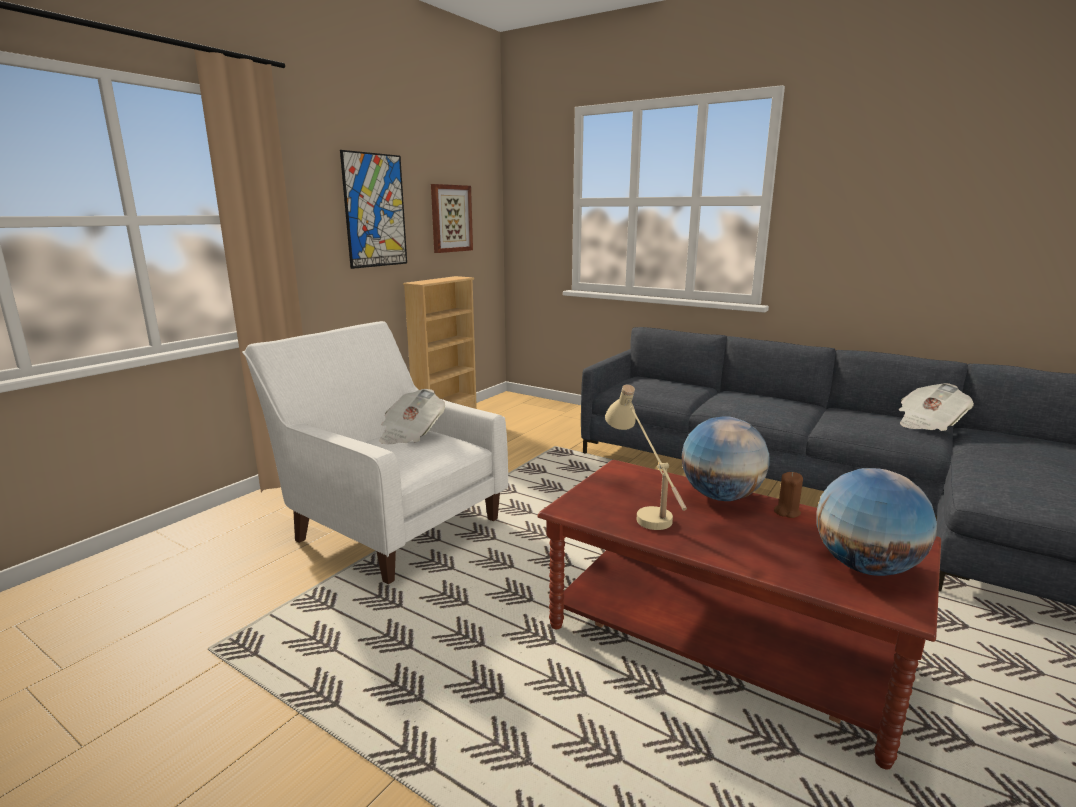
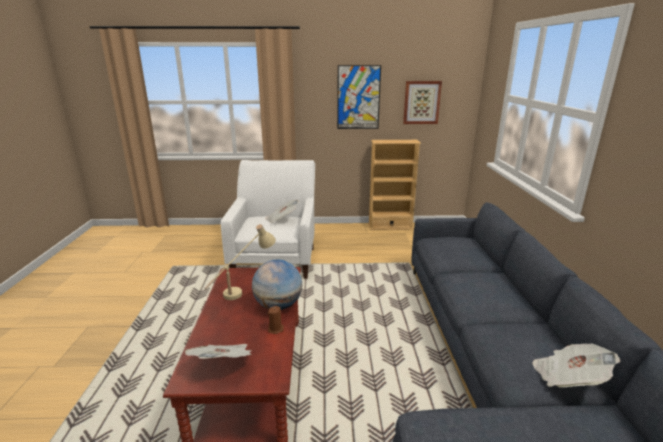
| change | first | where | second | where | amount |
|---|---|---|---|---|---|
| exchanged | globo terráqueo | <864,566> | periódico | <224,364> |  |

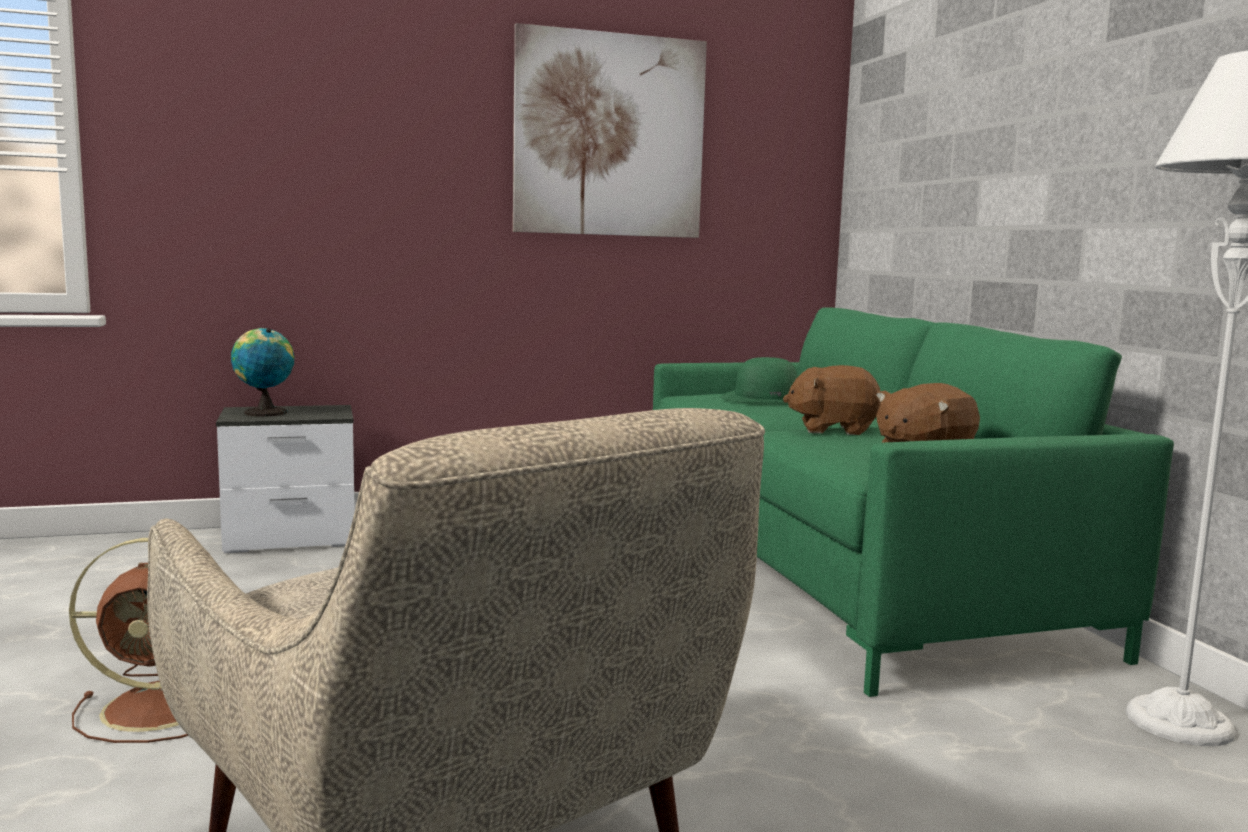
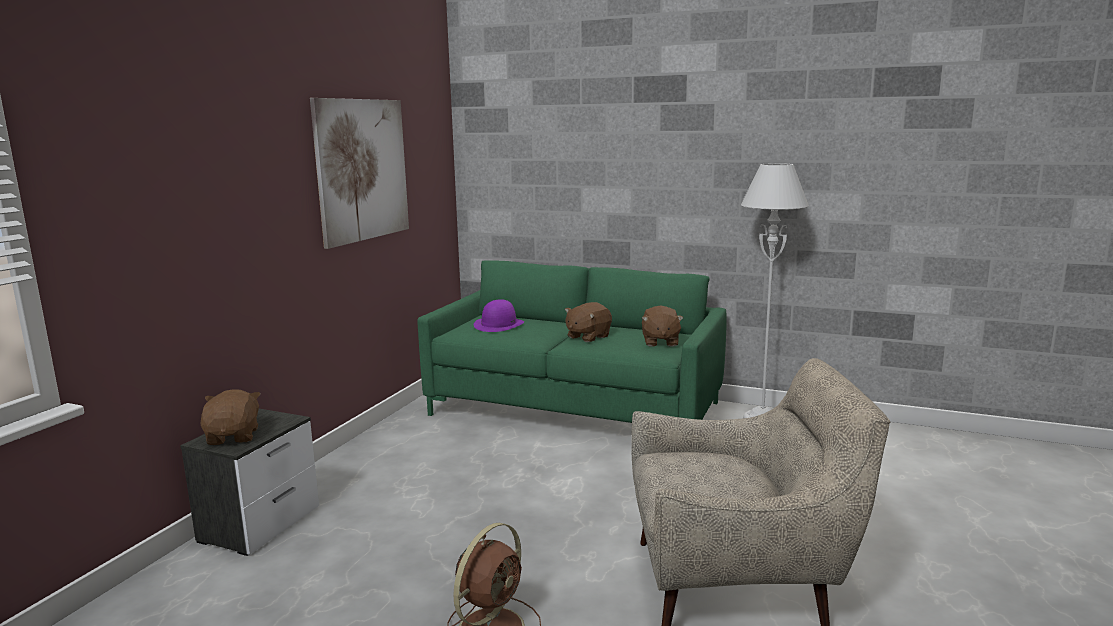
| change | first | where | second | where | amount |
|---|---|---|---|---|---|
| exchanged | globo terráqueo | <263,412> | peluche/marrón | <234,437> |  |
| colour | sombrero/verde | <766,399> | sombrero/morado | <499,324> |  |

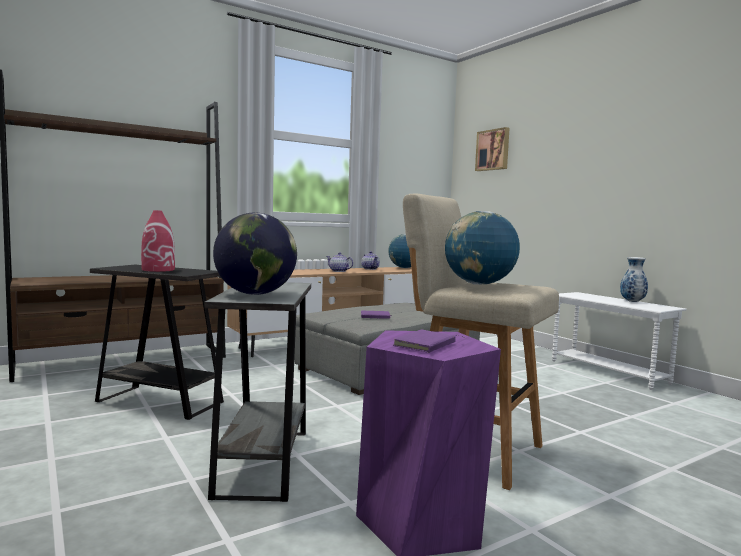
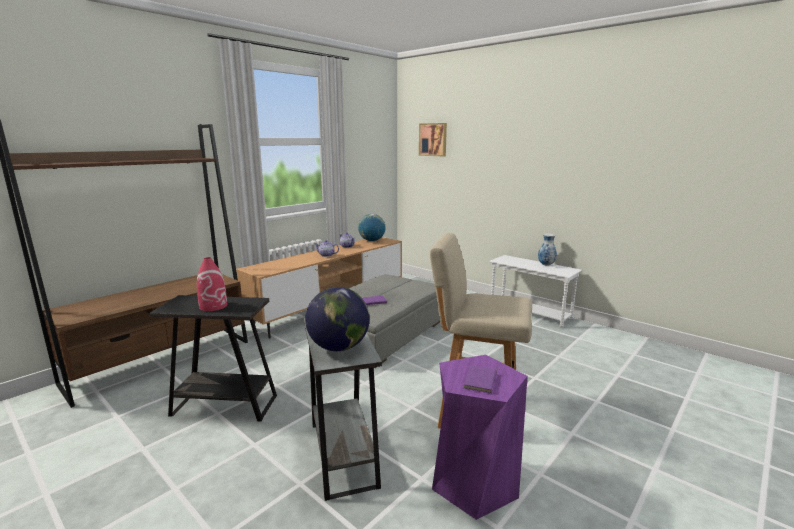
| change | first | where | second | where | amount |
|---|---|---|---|---|---|
| missing | globo terráqueo | <479,284> |  |  |  |

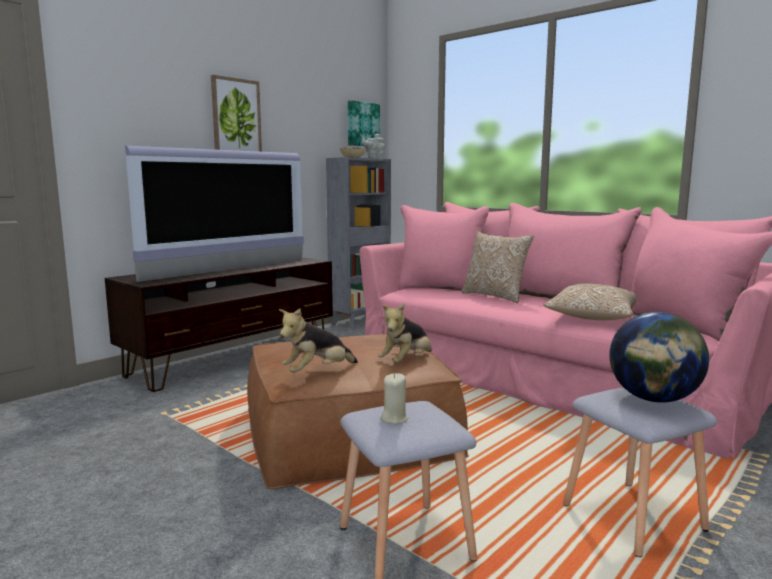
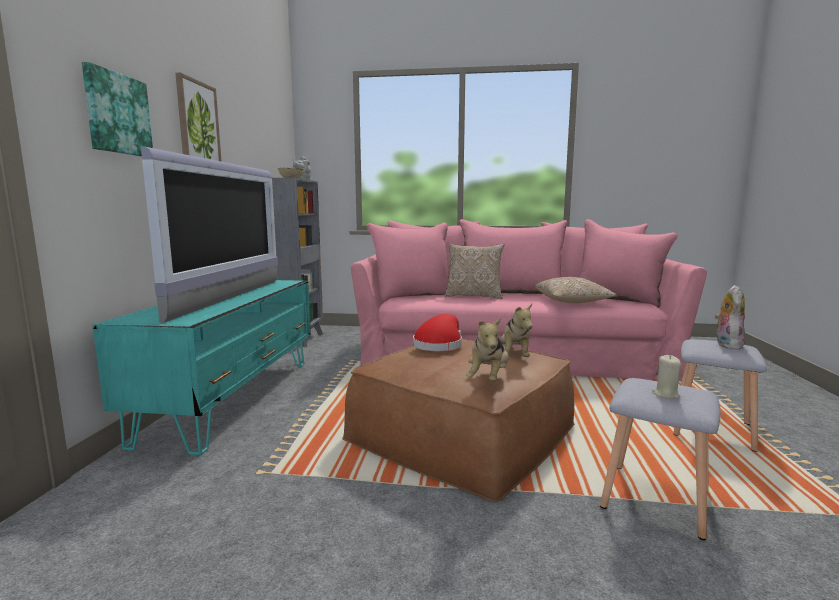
| change | first | where | second | where | amount |
|---|---|---|---|---|---|
| relocated | cuadro | <362,124> |  | <117,114> |  |
| colour | mueble de televisión/marrón | <234,359> | mueble de televisión/turquesa | <234,397> |  |
| appeared |  |  | sombrero/rojo | <439,345> |  |
| exchanged | globo terráqueo | <654,399> | peluche | <726,345> |  |

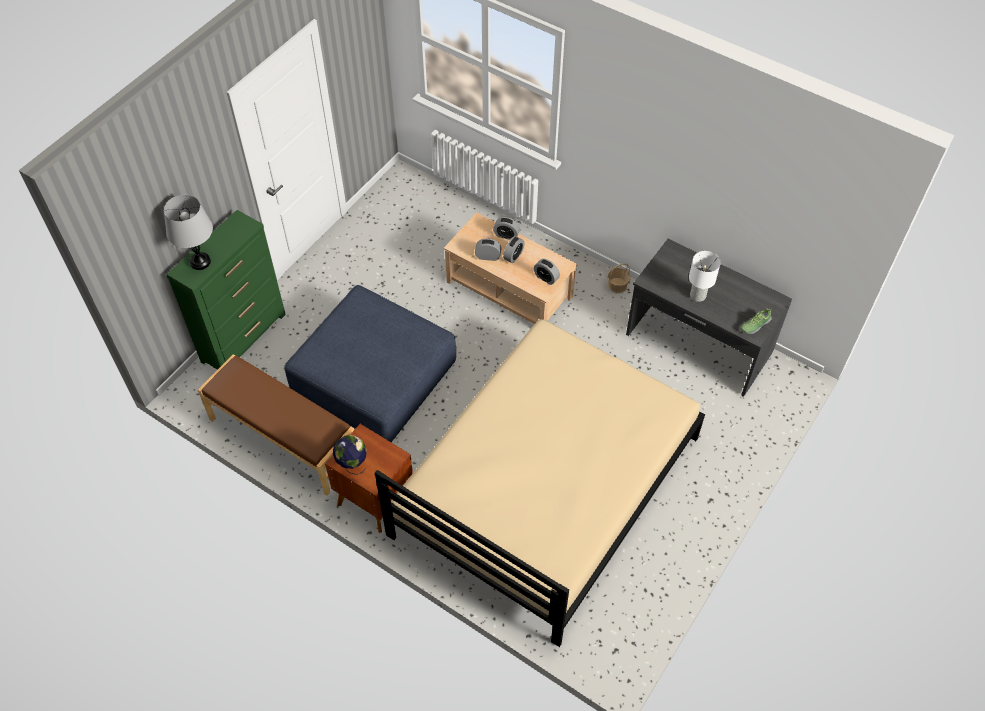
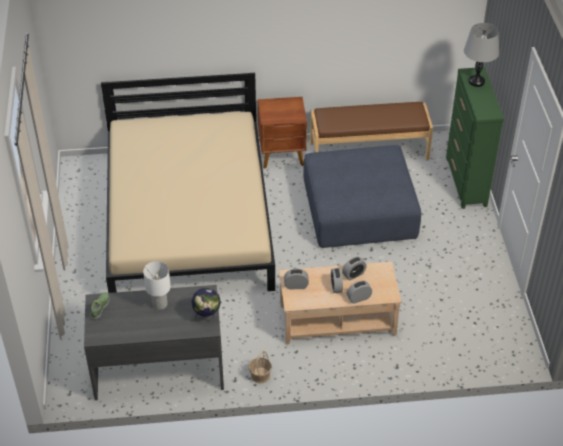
| change | first | where | second | where | amount |
|---|---|---|---|---|---|
| relocated | globo terráqueo | <352,464> |  | <207,316> |  |

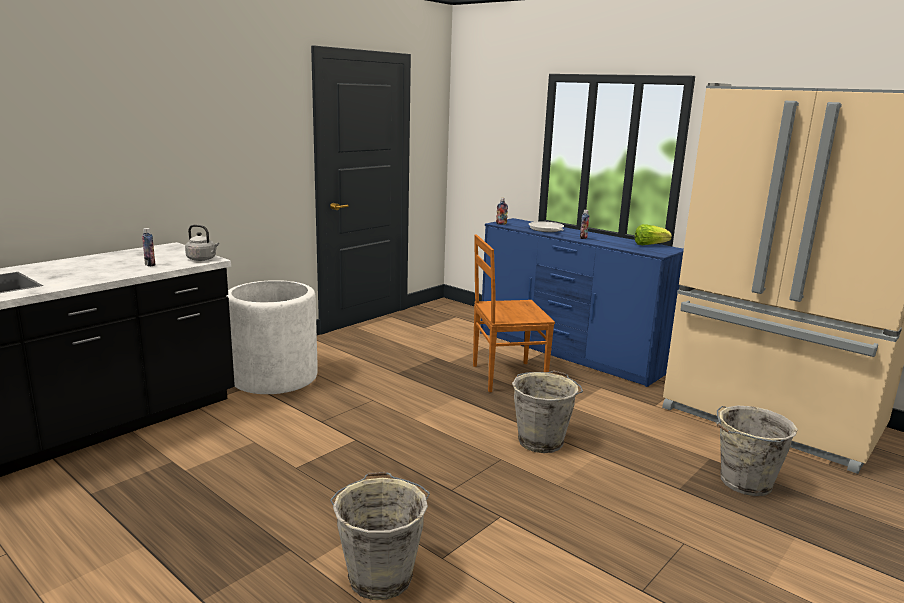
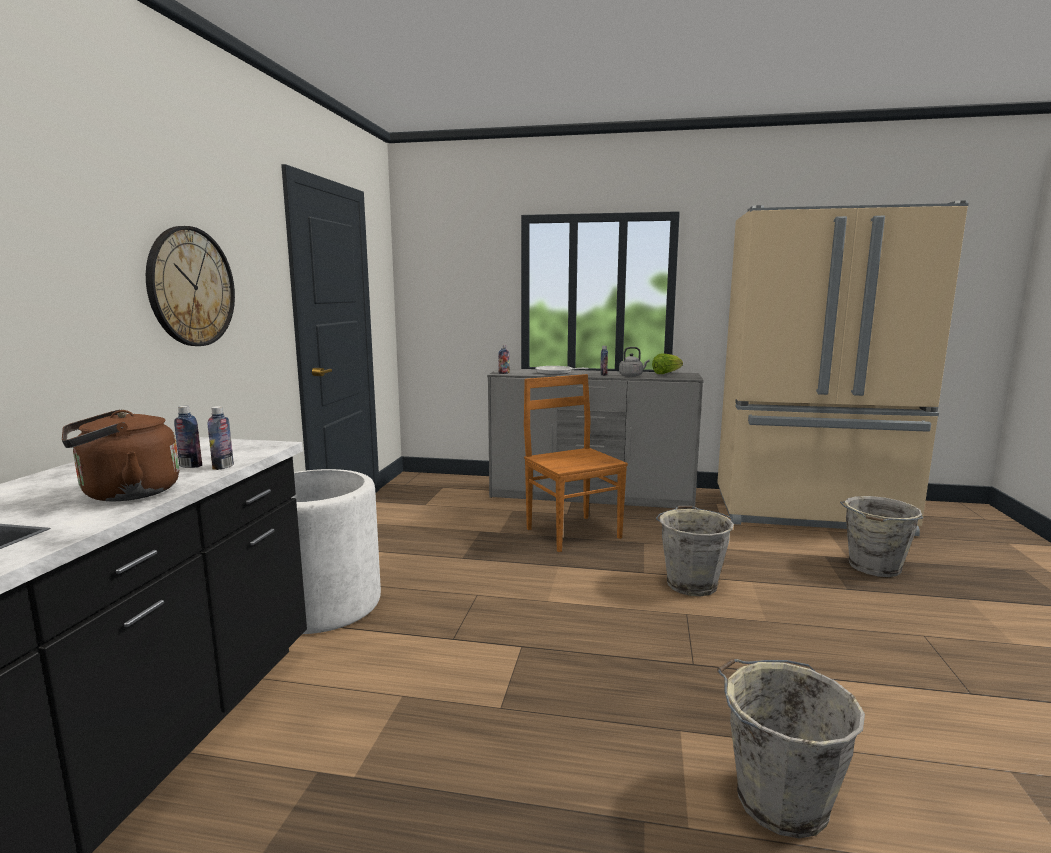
| change | first | where | second | where | amount |
|---|---|---|---|---|---|
| appeared |  |  | hervidor/marrón | <125,494> |  |
| appeared |  |  | reloj de pared | <191,287> |  |
| appeared |  |  | botella | <223,466> |  |
| colour | cómoda/azul | <569,352> | cómoda/gris | <591,496> |  |
| spun | silla/marrón | <505,376> |  | <572,532> | 105 degrees clockwise |
| relocated | hervidor/gris | <203,259> |  | <632,376> |  |

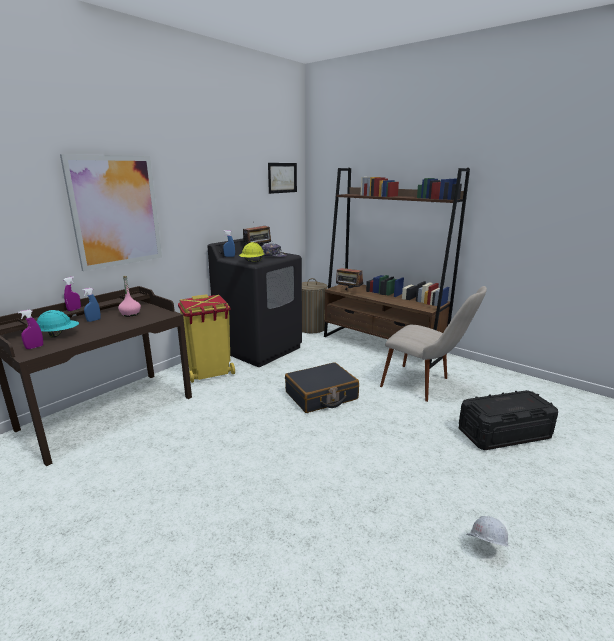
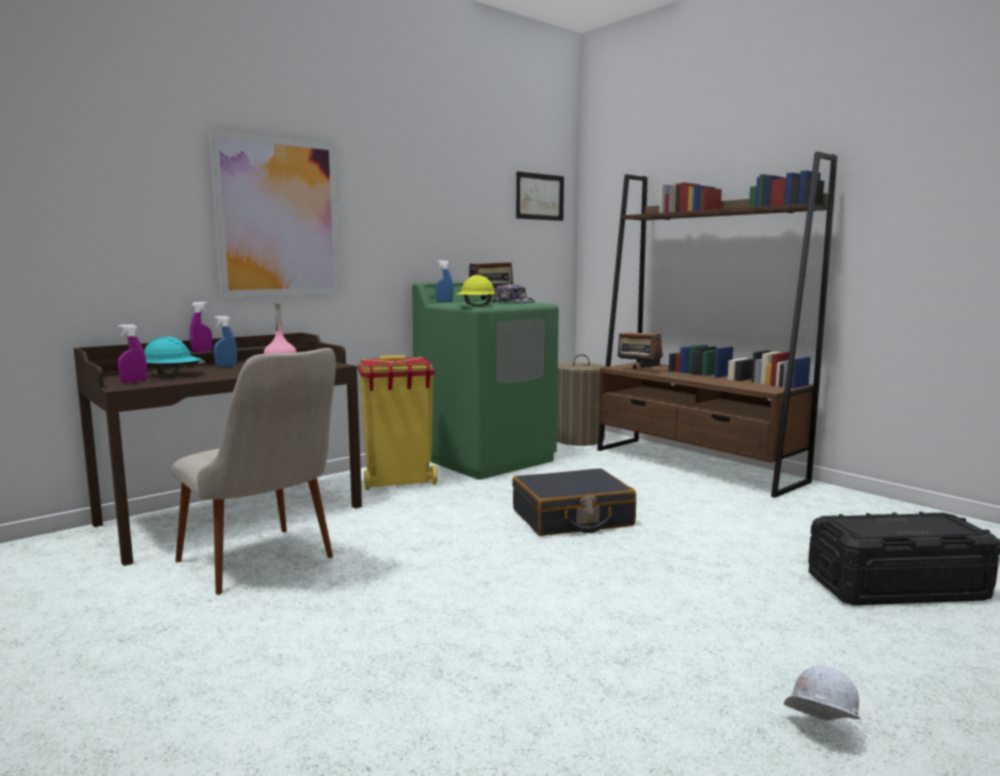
| change | first | where | second | where | amount |
|---|---|---|---|---|---|
| relocated | silla/beis | <426,385> |  | <267,567> |  |
| colour | lavadora/negro | <259,348> | lavadora/verde | <486,458> |  |

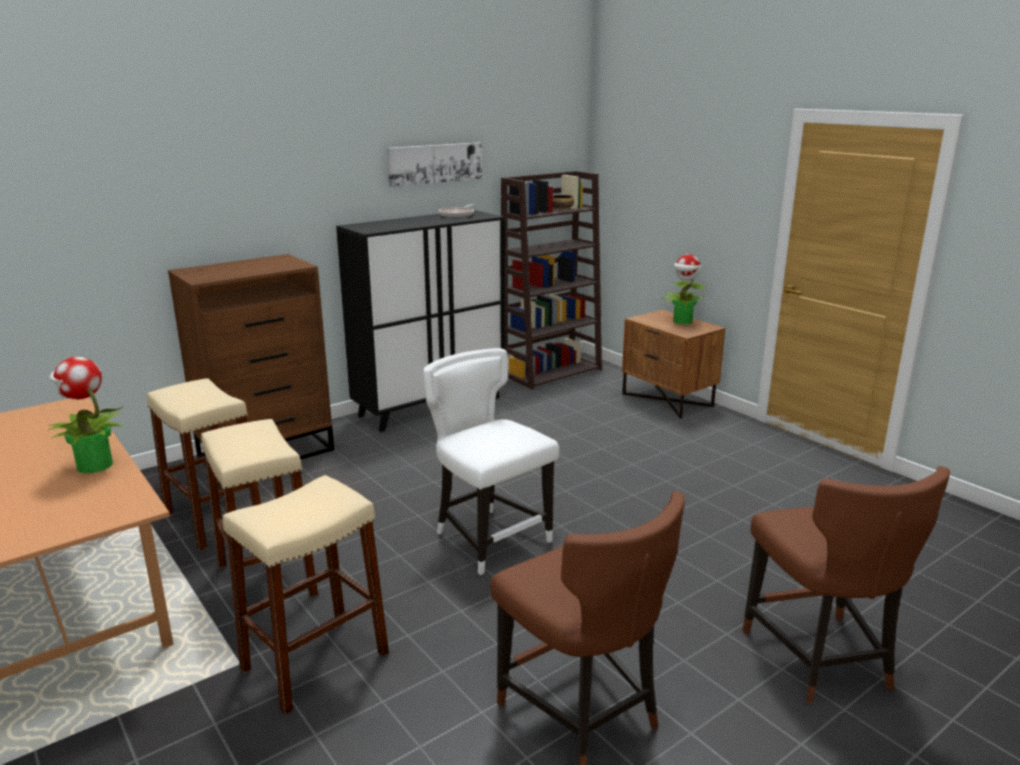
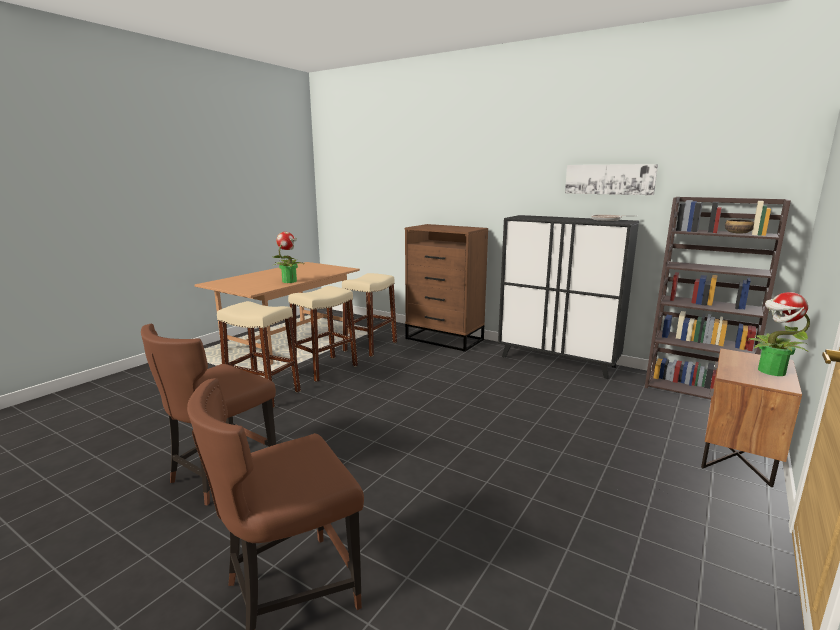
| change | first | where | second | where | amount |
|---|---|---|---|---|---|
| missing | silla/blanco | <489,538> |  |  |  |

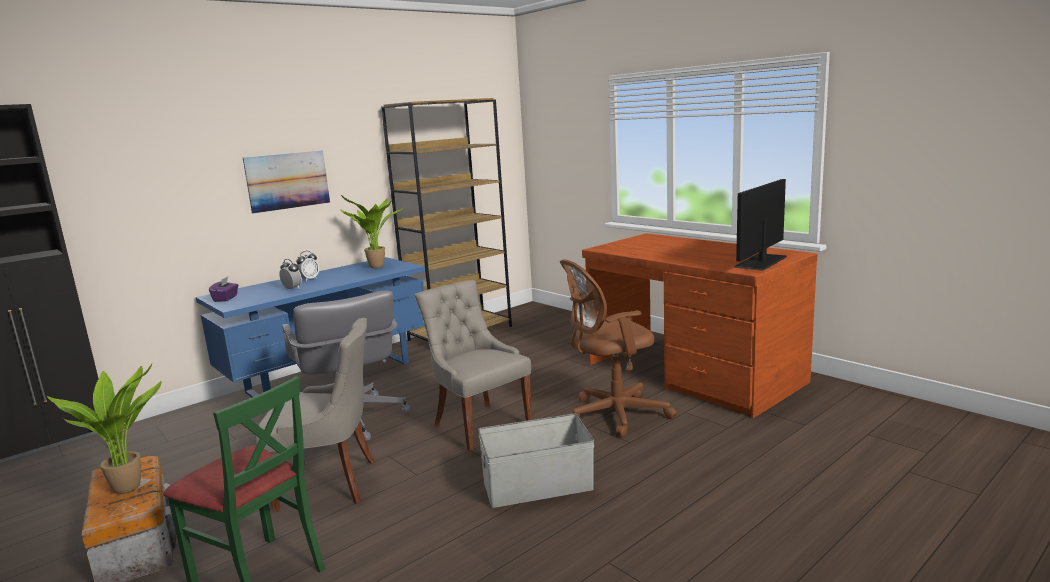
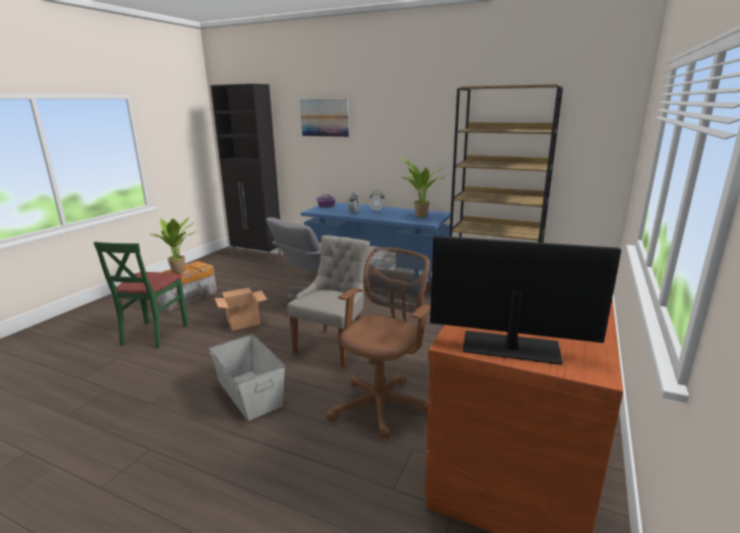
| change | first | where | second | where | amount |
|---|---|---|---|---|---|
| exchanged | silla/gris | <330,483> | caja de cartón | <243,322> |  |
| relocated | cuadro | <287,181> |  | <324,118> |  |
| spun | silla de oficina/marrón | <613,415> |  | <381,404> | 75 degrees clockwise |

